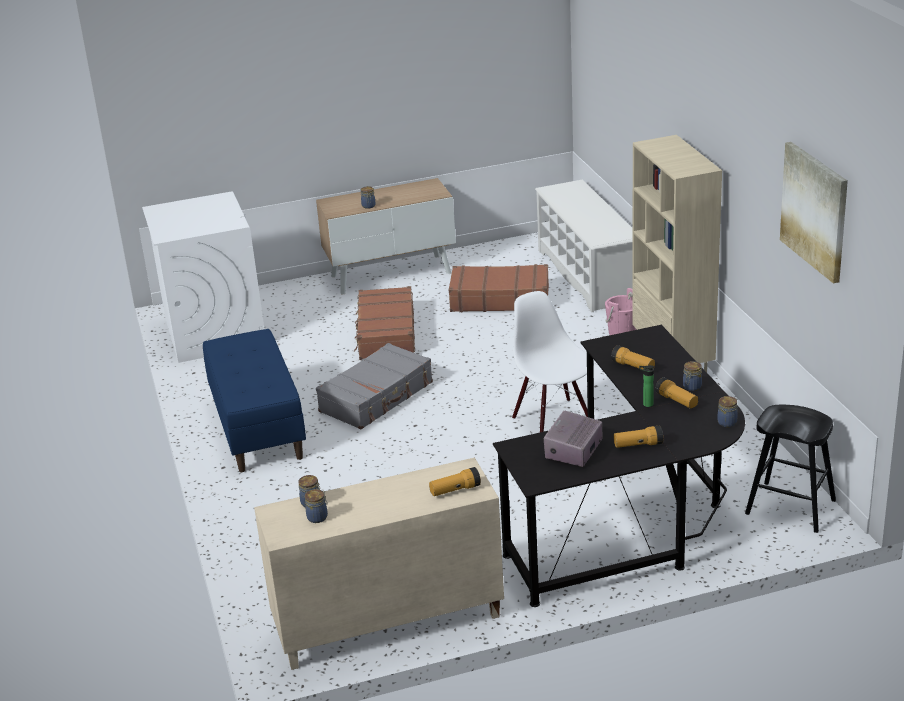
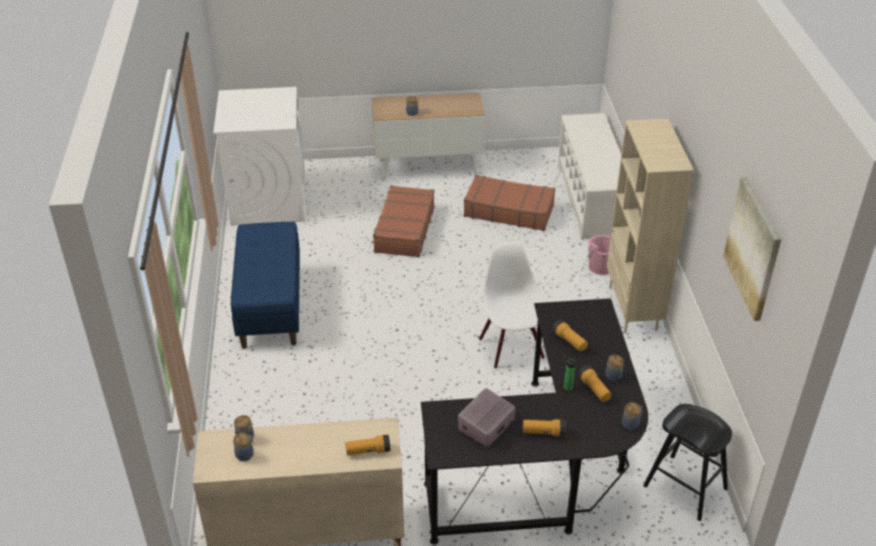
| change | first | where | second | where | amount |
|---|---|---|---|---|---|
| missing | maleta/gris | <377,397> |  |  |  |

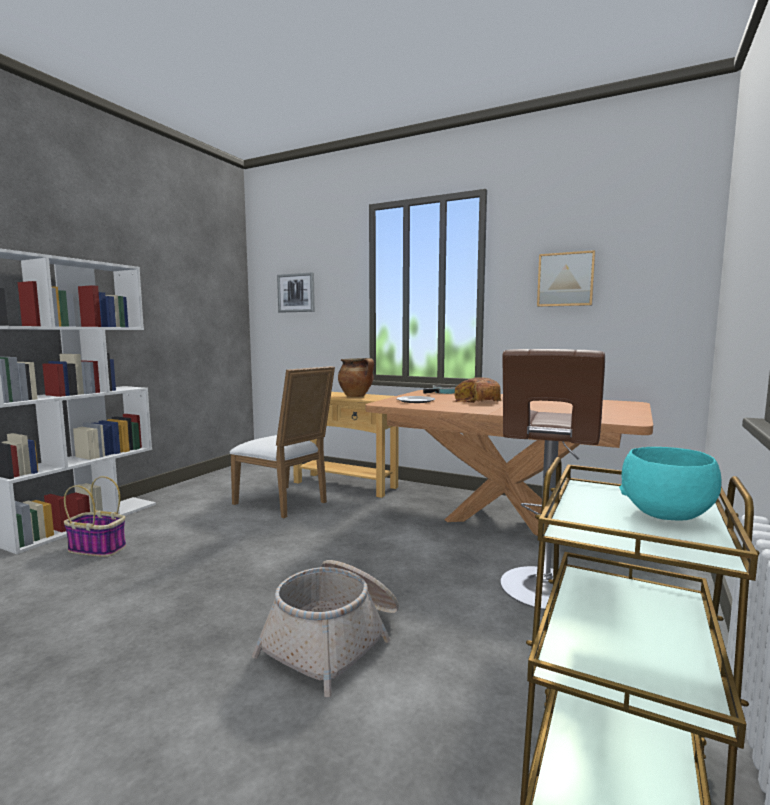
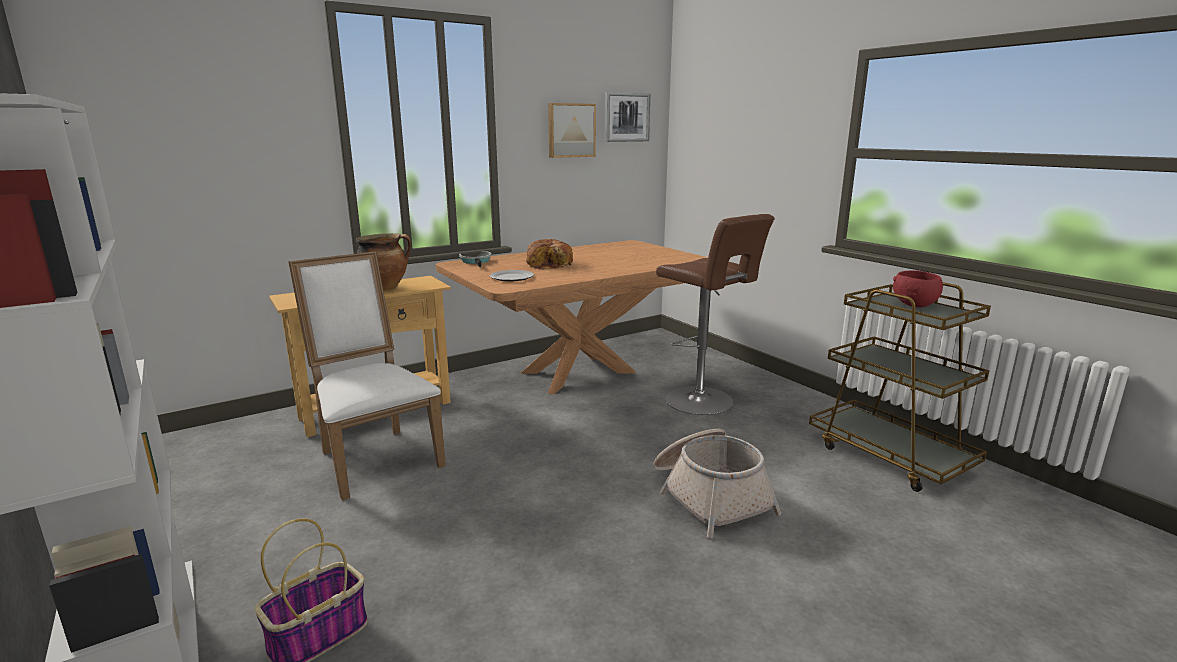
| change | first | where | second | where | amount |
|---|---|---|---|---|---|
| spun | silla/blanco | <285,503> |  | <375,457> | 105 degrees counterclockwise |
| relocated | cuadro | <296,293> |  | <626,117> |  |
| colour | cuenco/turquesa | <667,515> | cuenco/rojo | <915,305> |  |

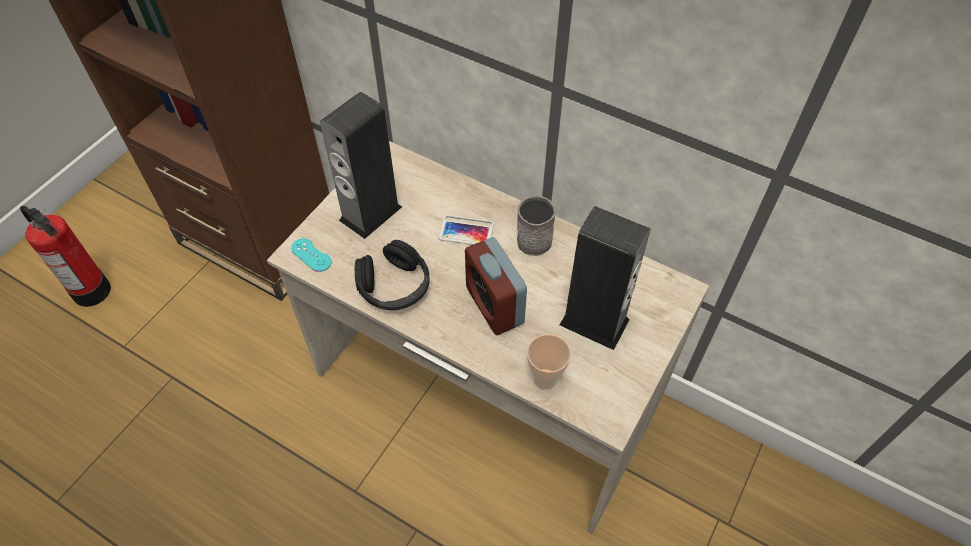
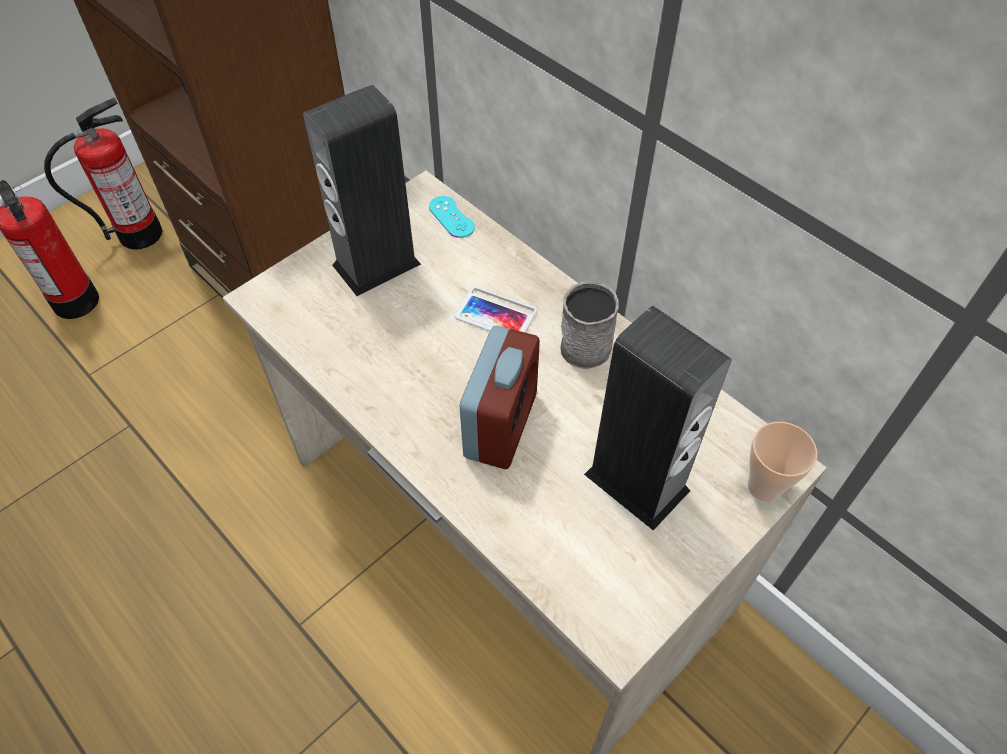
| change | first | where | second | where | amount |
|---|---|---|---|---|---|
| appeared |  |  | extintor | <140,234> |  |
| relocated | mando de consola/turquesa | <311,255> |  | <451,217> |  |
| spun | despertador | <494,305> |  | <500,425> | 150 degrees counterclockwise |
| relocated | taza | <545,379> |  | <764,486> |  |
| missing | auriculares/negro | <394,286> |  |  |  |

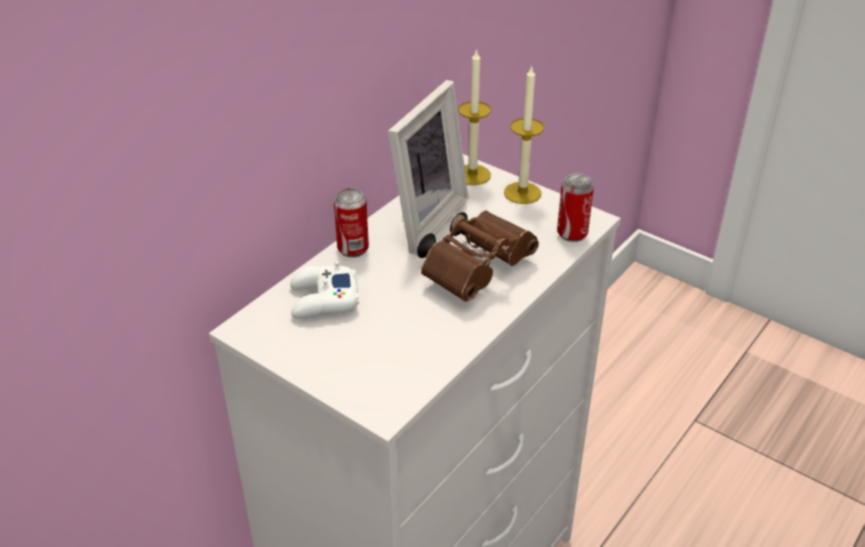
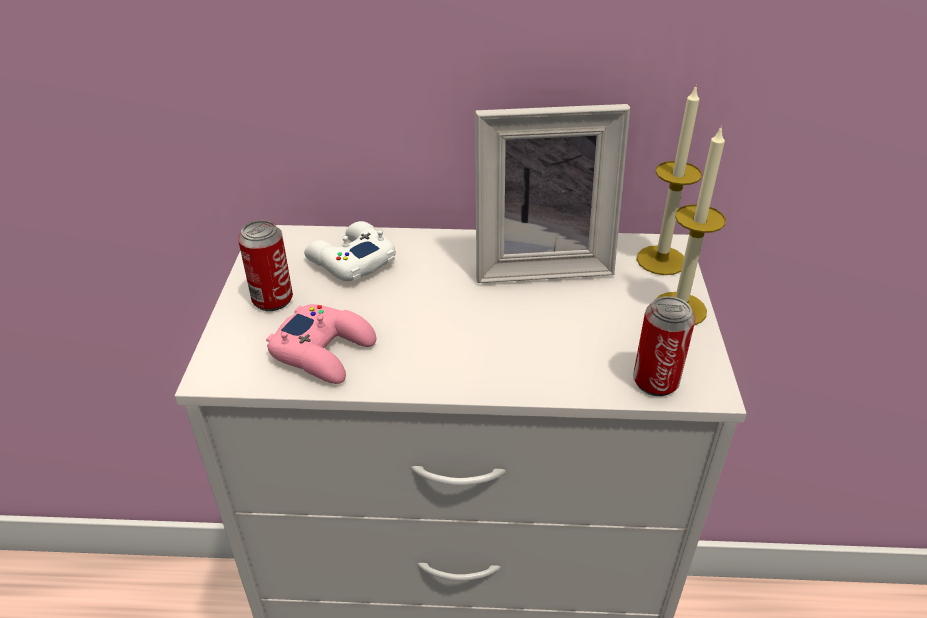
| change | first | where | second | where | amount |
|---|---|---|---|---|---|
| relocated | lata | <353,249> |  | <272,300> |  |
| appeared |  |  | mando de consola/rosa | <324,351> |  |
| missing | prismáticos/marrón | <477,268> |  |  |  |

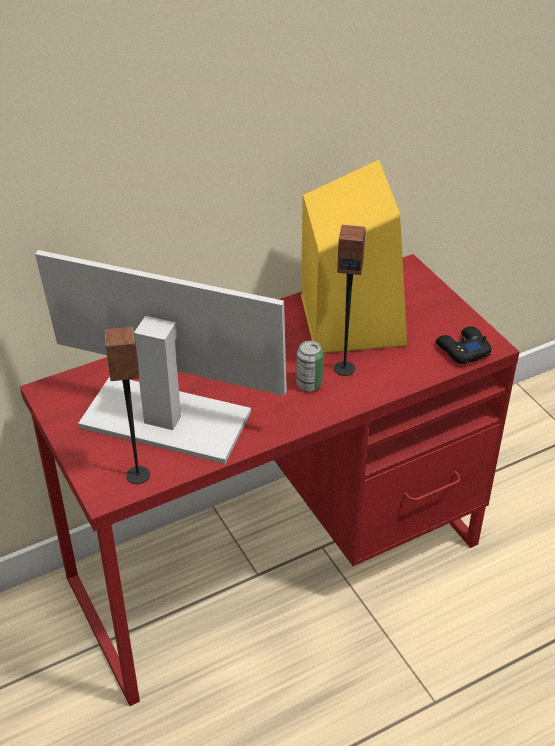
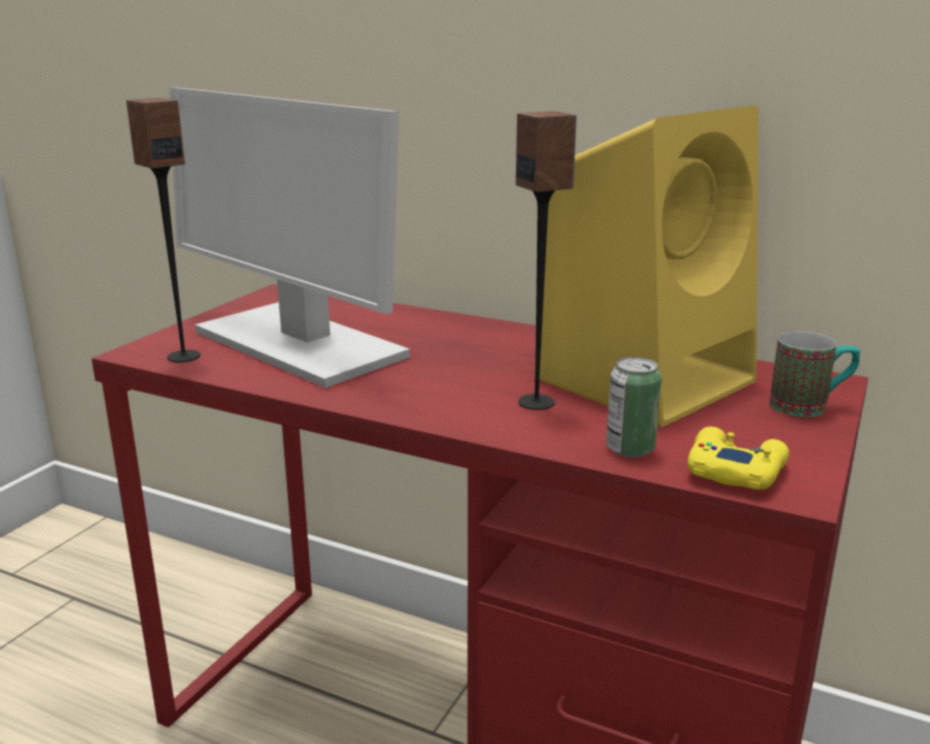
| change | first | where | second | where | amount |
|---|---|---|---|---|---|
| spun | monitor | <167,419> |  | <296,344> | 150 degrees clockwise |
| relocated | lata | <309,384> |  | <630,449> |  |
| colour | mando de consola/negro | <462,350> | mando de consola/amarillo | <734,470> |  |
| appeared |  |  | taza grande | <810,406> |  |

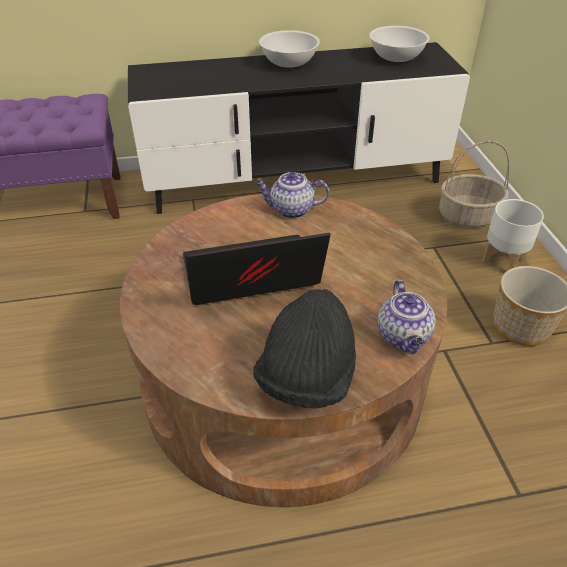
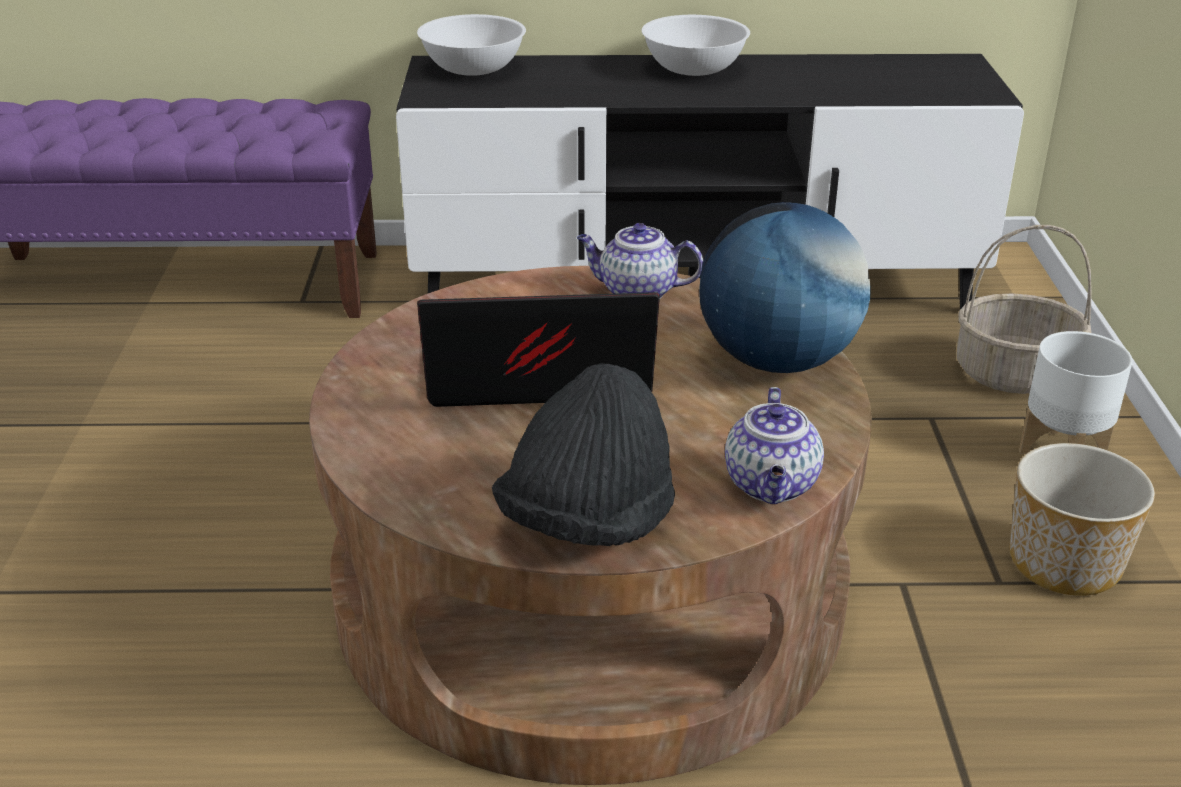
| change | first | where | second | where | amount |
|---|---|---|---|---|---|
| relocated | cuenco/blanco | <396,58> |  | <472,69> |  |
| appeared |  |  | globo terráqueo | <777,361> |  |

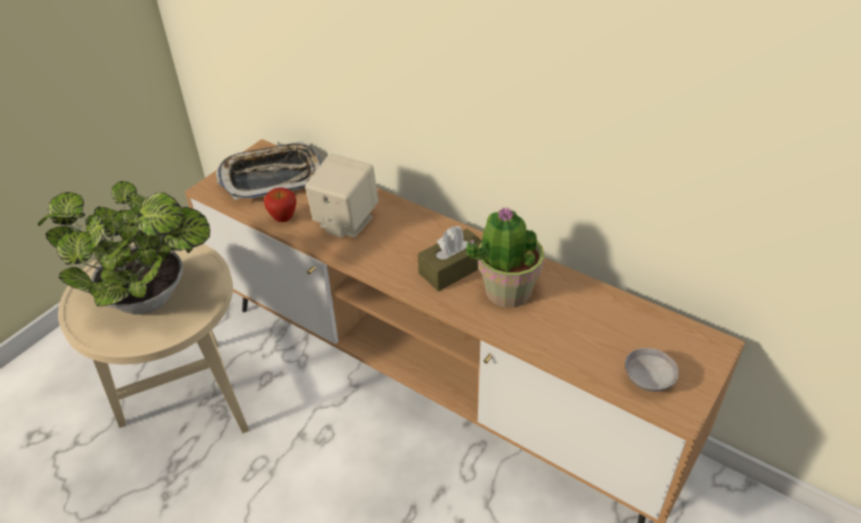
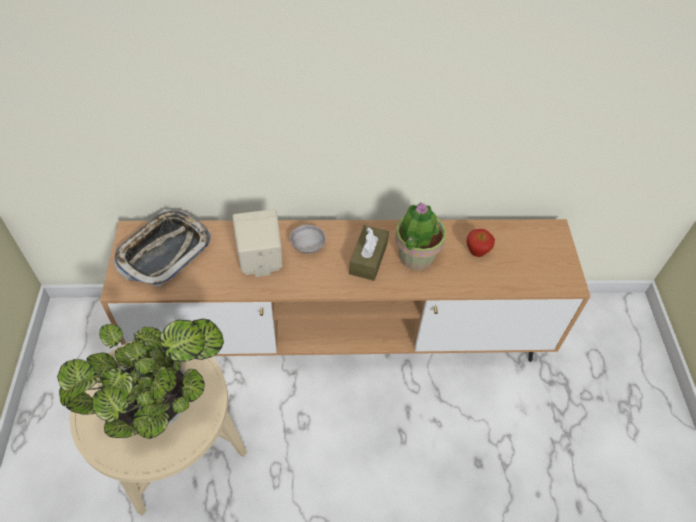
| change | first | where | second | where | amount |
|---|---|---|---|---|---|
| relocated | cuenco/gris | <648,379> |  | <307,245> |  |
| relocated | manzana | <283,219> |  | <476,252> |  |

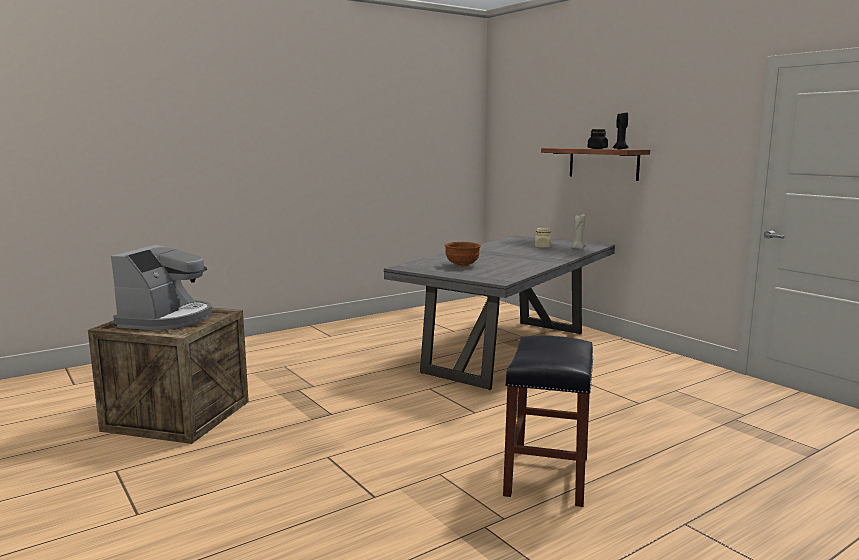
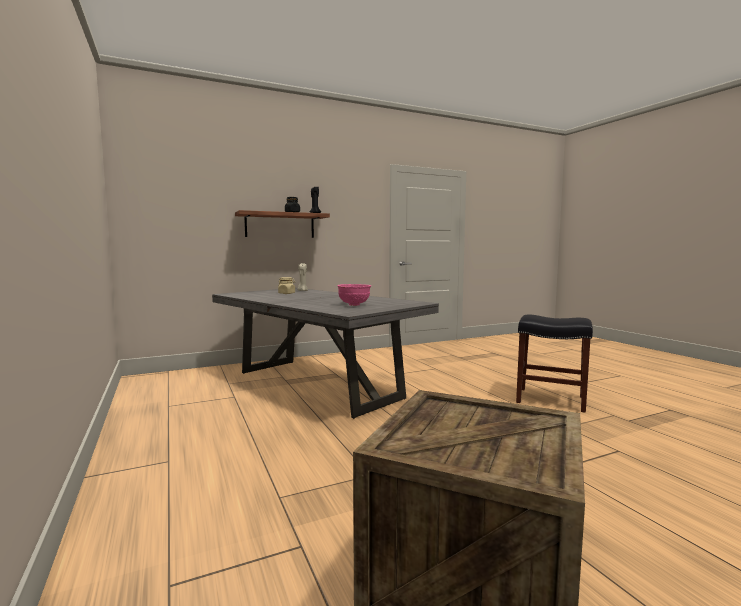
| change | first | where | second | where | amount |
|---|---|---|---|---|---|
| colour | cuenco/marrón | <462,266> | cuenco/rosa | <354,305> |  |
| missing | cafetera | <167,319> |  |  |  |

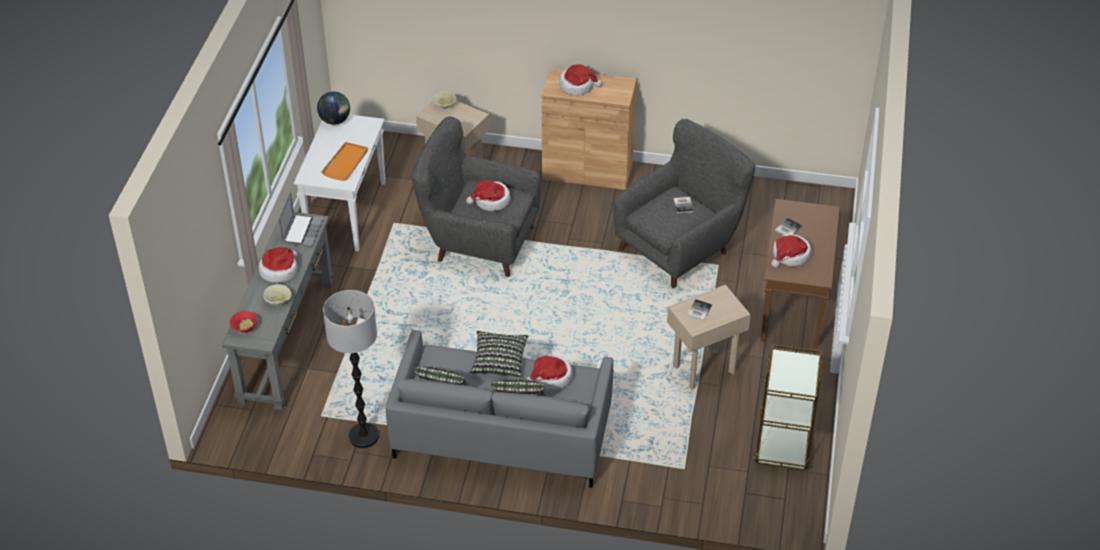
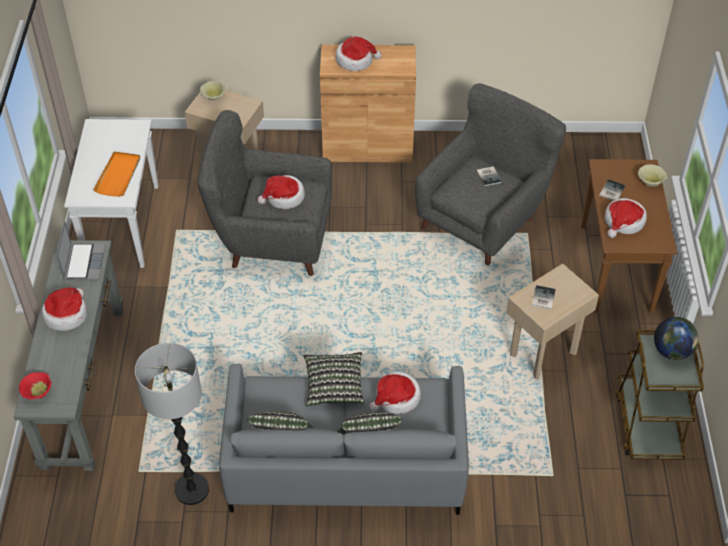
| change | first | where | second | where | amount |
|---|---|---|---|---|---|
| relocated | cuenco/beis | <278,301> |  | <650,182> |  |
| relocated | globo terráqueo | <335,121> |  | <671,351> |  |

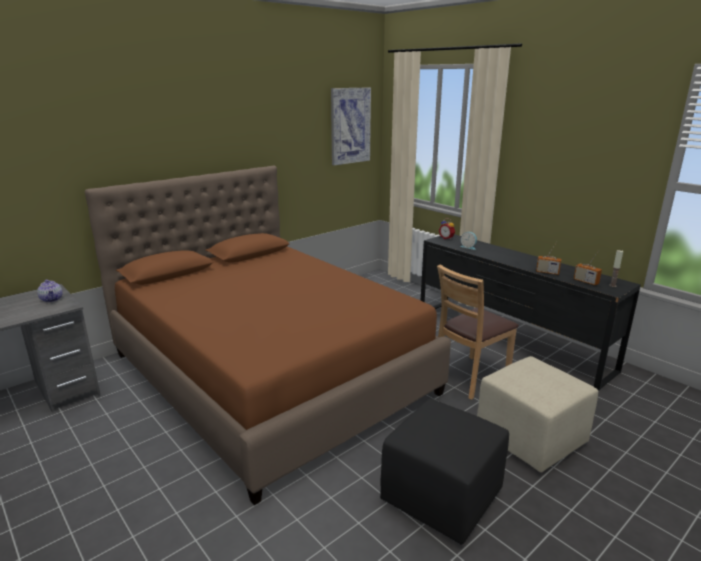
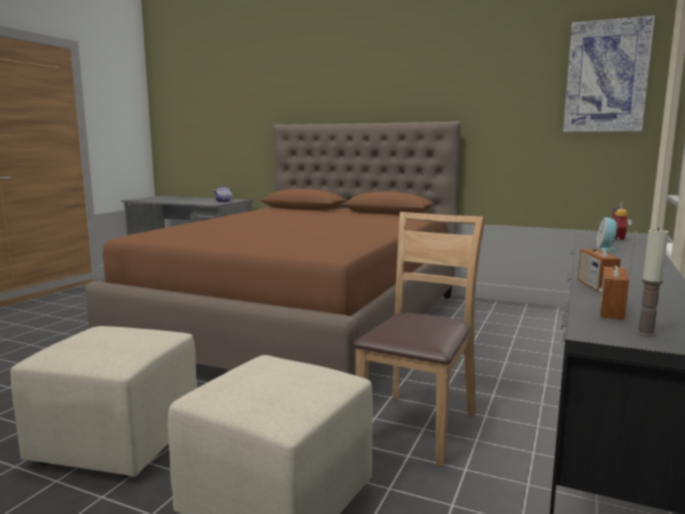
| change | first | where | second | where | amount |
|---|---|---|---|---|---|
| colour | puf/negro | <441,498> | puf/beis | <115,443> |  |
| spun | silla/marrón | <469,377> |  | <418,426> | 90 degrees clockwise |

